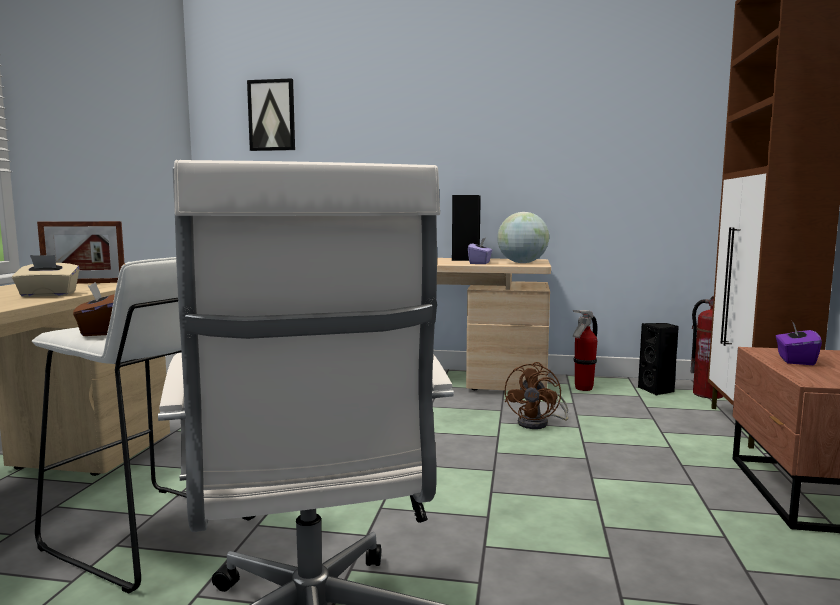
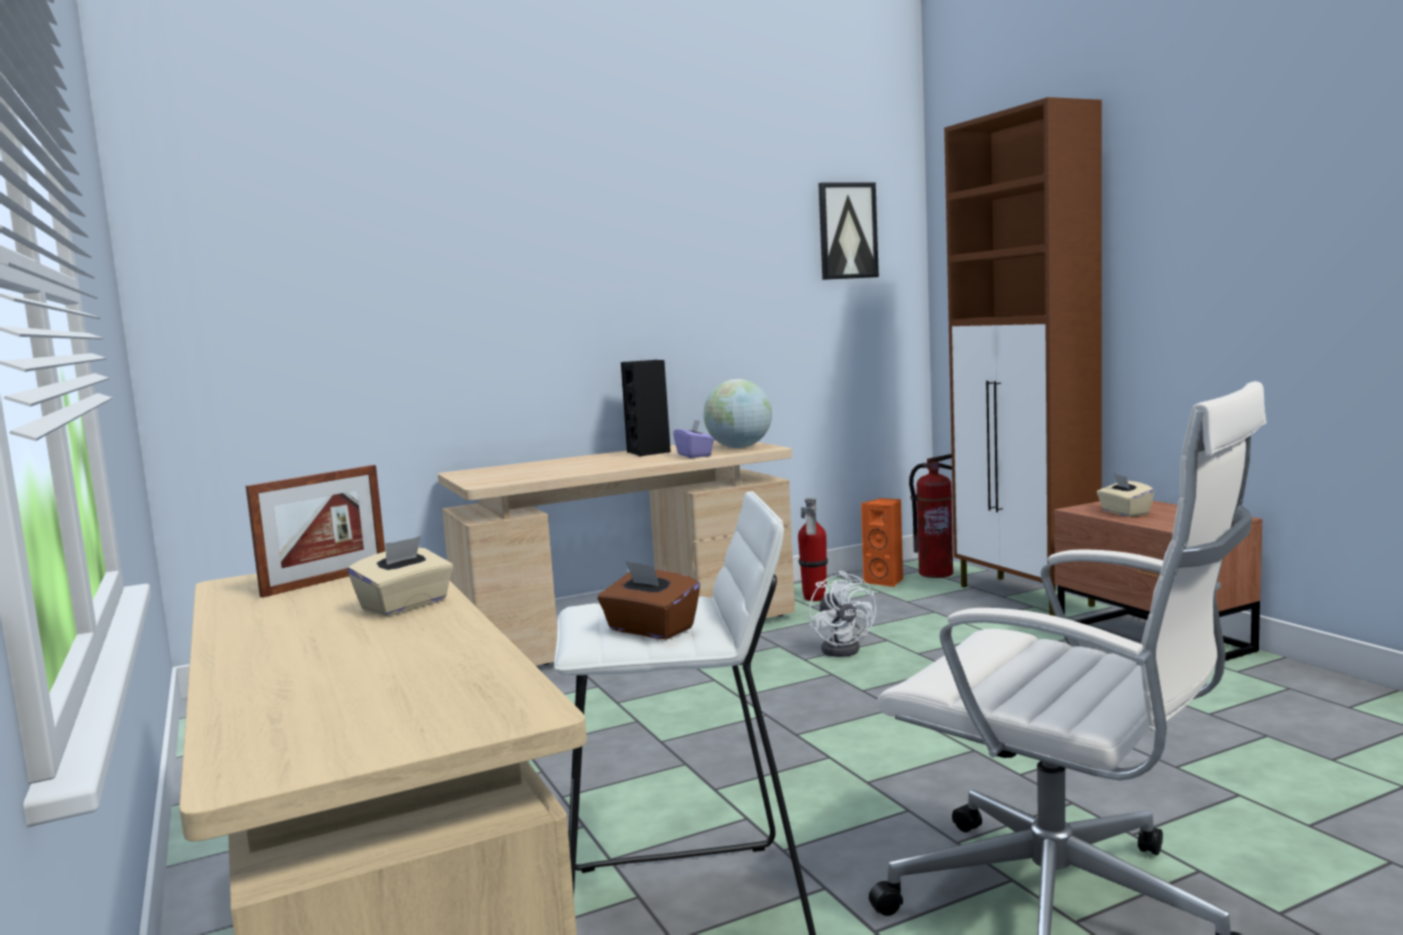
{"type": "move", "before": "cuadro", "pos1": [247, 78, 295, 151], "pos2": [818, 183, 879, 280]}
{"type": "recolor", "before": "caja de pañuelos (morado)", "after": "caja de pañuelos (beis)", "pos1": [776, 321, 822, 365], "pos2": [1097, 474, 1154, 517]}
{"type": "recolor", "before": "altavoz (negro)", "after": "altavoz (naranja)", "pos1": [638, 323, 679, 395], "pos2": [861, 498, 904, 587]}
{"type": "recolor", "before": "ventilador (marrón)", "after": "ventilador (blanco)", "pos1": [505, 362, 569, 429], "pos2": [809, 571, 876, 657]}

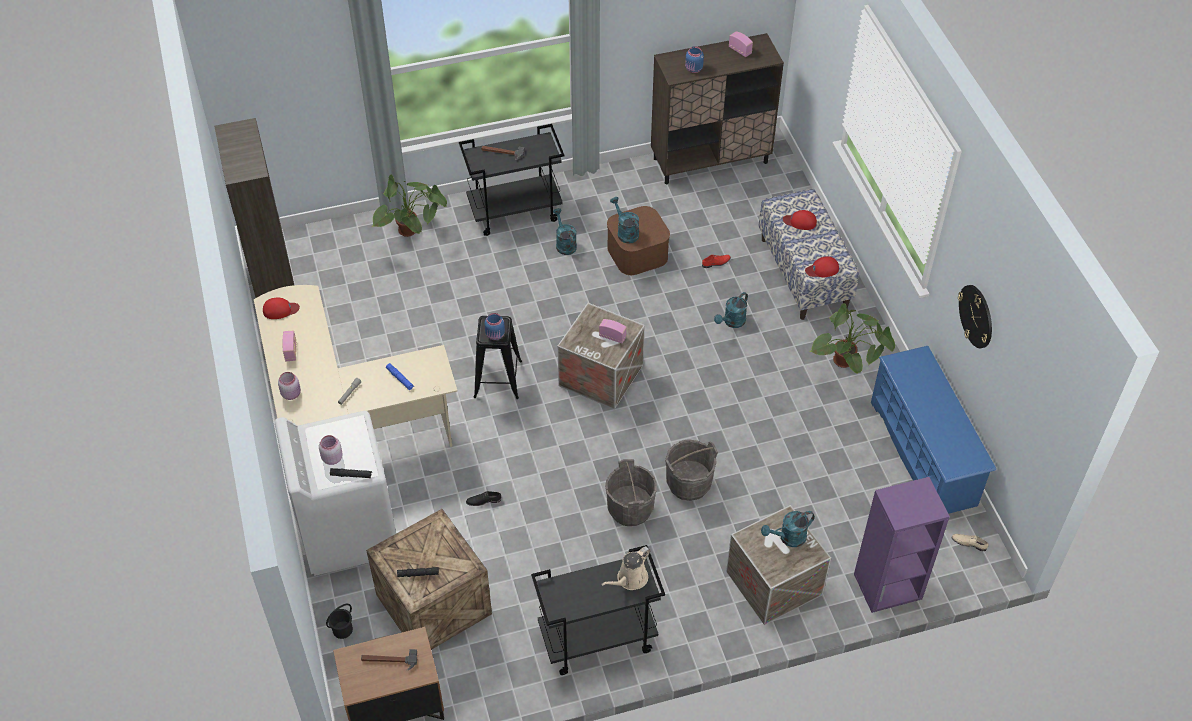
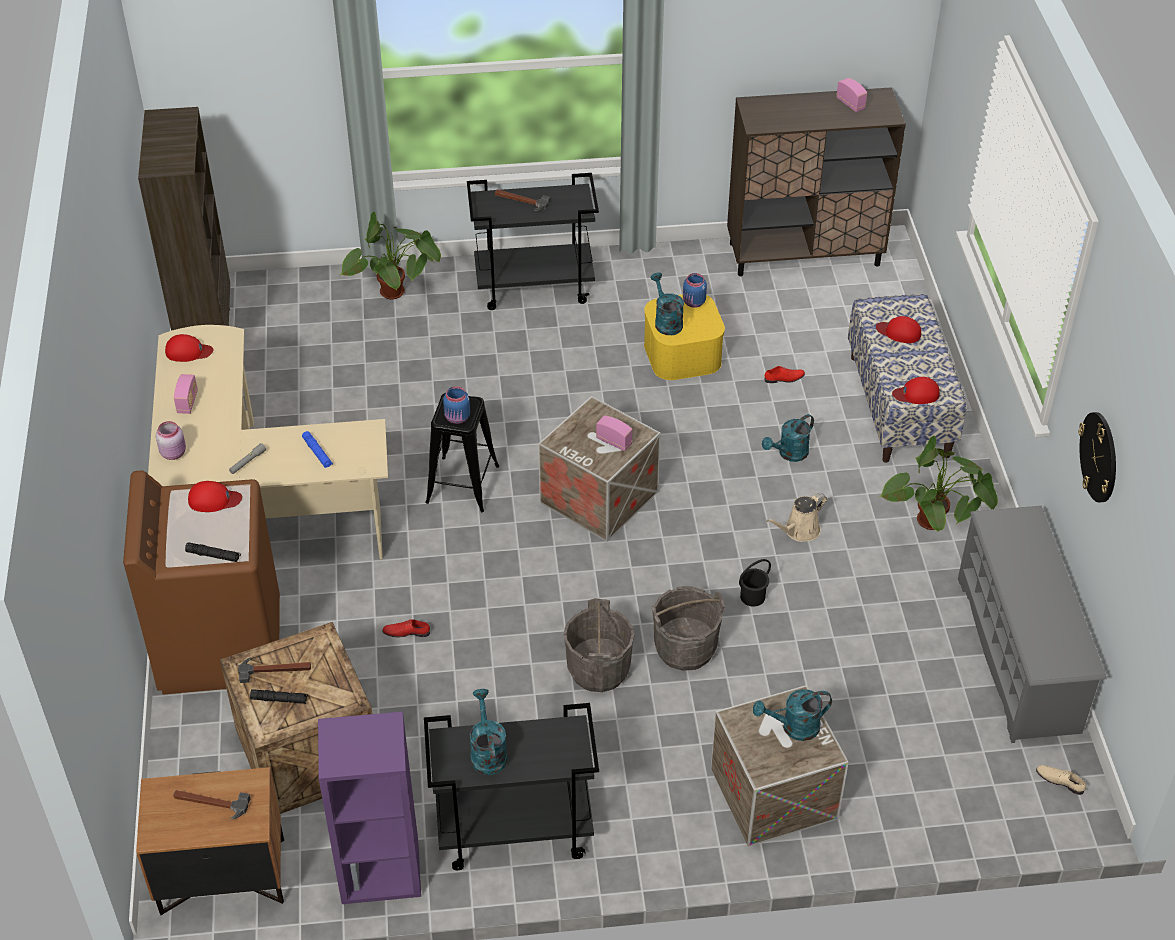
{"type": "move", "before": "tarro (azul)", "pos1": [685, 46, 704, 73], "pos2": [683, 273, 707, 308]}
{"type": "recolor", "before": "caja de almacenaje (marrón)", "after": "caja de almacenaje (amarillo)", "pos1": [607, 206, 670, 275], "pos2": [644, 294, 725, 380]}
{"type": "move", "before": "regadera (turquesa)", "pos1": [553, 208, 577, 255], "pos2": [470, 689, 507, 775]}
{"type": "recolor", "before": "zapatero (azul)", "after": "zapatero (gris)", "pos1": [871, 346, 996, 514], "pos2": [958, 506, 1107, 743]}
{"type": "recolor", "before": "lavadora (blanco)", "after": "lavadora (marrón)", "pos1": [275, 411, 396, 576], "pos2": [123, 470, 280, 695]}
{"type": "delete", "before": "tarro (rosa)", "pos1": [319, 435, 343, 465]}
{"type": "move", "before": "estantería (morado)", "pos1": [854, 477, 950, 613], "pos2": [318, 712, 421, 904]}
{"type": "recolor", "before": "zapato (negro)", "after": "zapato (rojo)", "pos1": [466, 491, 501, 506], "pos2": [382, 619, 430, 638]}
{"type": "move", "before": "regadera (beis)", "pos1": [602, 546, 651, 590], "pos2": [766, 493, 827, 542]}
{"type": "move", "before": "cubo (negro)", "pos1": [326, 604, 353, 639], "pos2": [739, 559, 771, 607]}
{"type": "insert", "after": "gorra (rojo)", "pos2": [188, 481, 242, 512]}
{"type": "insert", "after": "martillo", "pos2": [238, 657, 311, 683]}

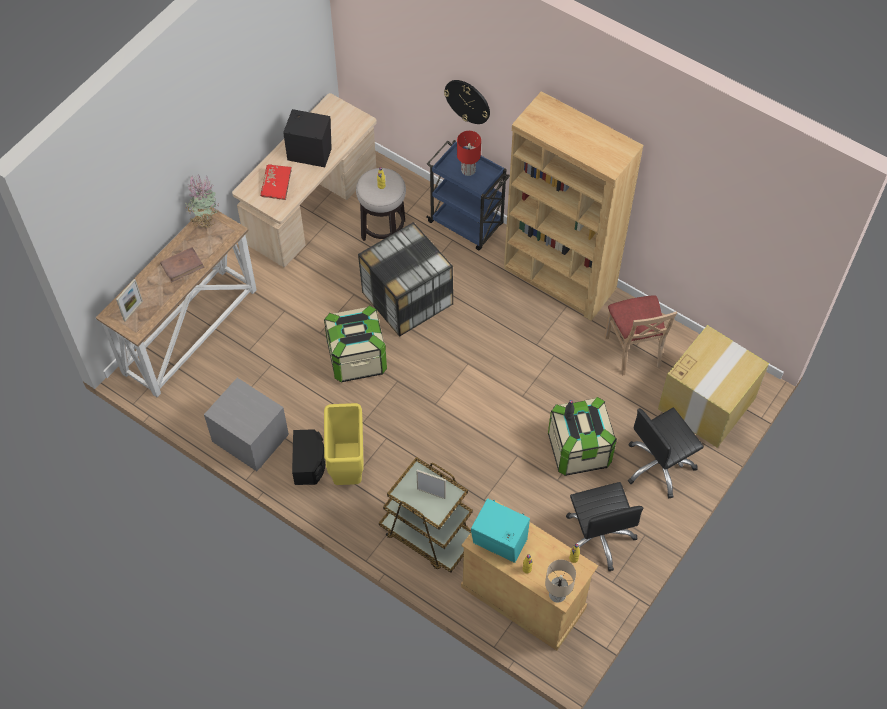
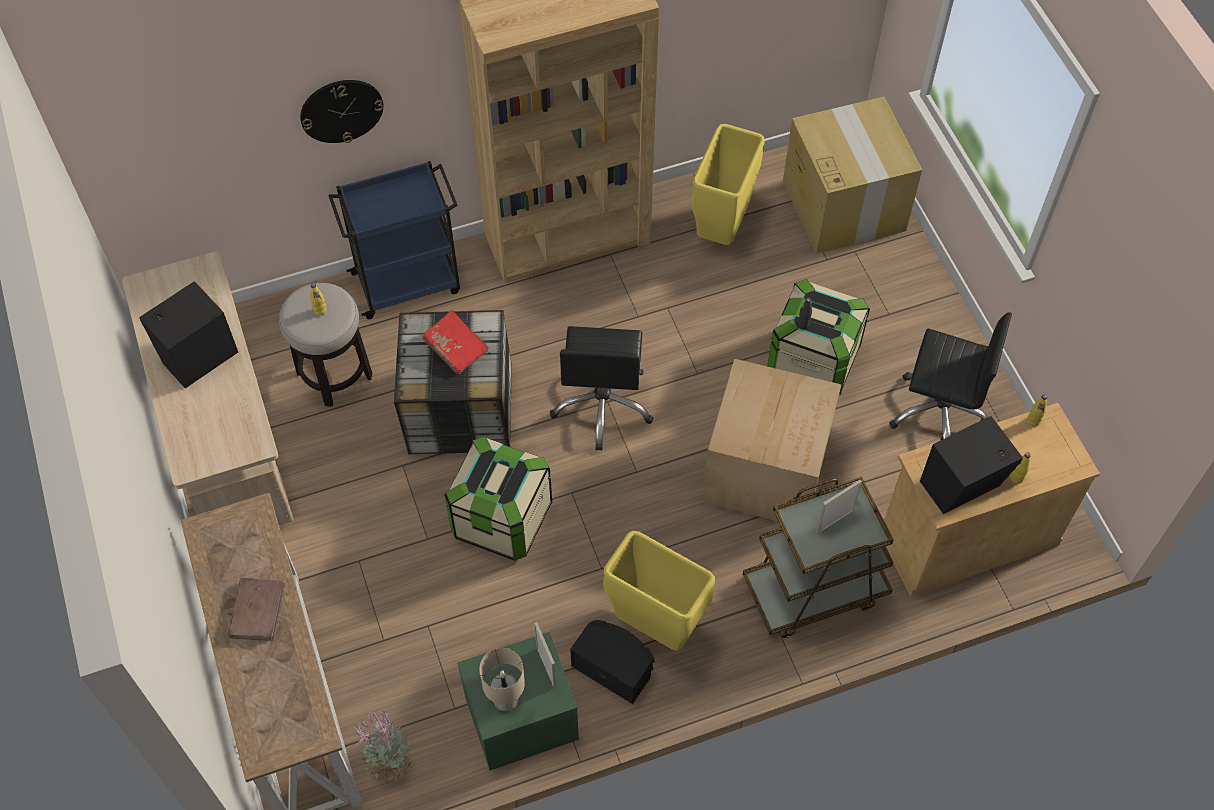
{"type": "delete", "before": "lámpara de mesa (rojo)", "pos1": [457, 131, 481, 176]}
{"type": "move", "before": "libro (rojo)", "pos1": [260, 164, 292, 200], "pos2": [422, 310, 489, 374]}
{"type": "move", "before": "planta en maceta", "pos1": [185, 174, 219, 228], "pos2": [354, 710, 412, 783]}
{"type": "move", "before": "portarretratos", "pos1": [116, 279, 143, 321], "pos2": [534, 622, 557, 688]}
{"type": "replace", "before": "silla (beis)", "after": "papelera (amarillo)", "pos1": [604, 295, 677, 376], "pos2": [692, 124, 765, 245]}
{"type": "recolor", "before": "mesita de noche (gris)", "after": "mesita de noche (verde)", "pos1": [204, 378, 289, 471], "pos2": [457, 632, 579, 770]}
{"type": "move", "before": "silla de oficina (negro)", "pos1": [628, 408, 704, 499], "pos2": [550, 326, 654, 450]}
{"type": "recolor", "before": "altavoz (turquesa)", "after": "altavoz (negro)", "pos1": [471, 498, 530, 563], "pos2": [920, 416, 1023, 514]}
{"type": "move", "before": "lámpara de mesa (beis)", "pos1": [545, 559, 576, 603], "pos2": [479, 648, 525, 711]}
{"type": "insert", "after": "caja de cartón", "pos2": [702, 359, 842, 521]}

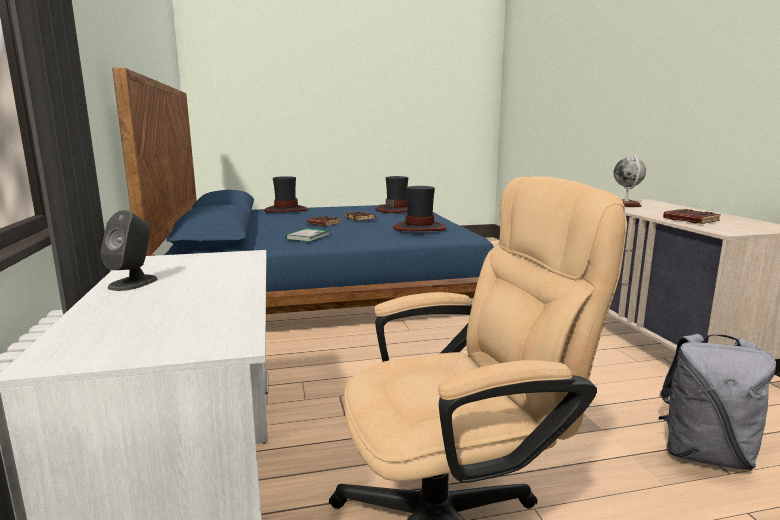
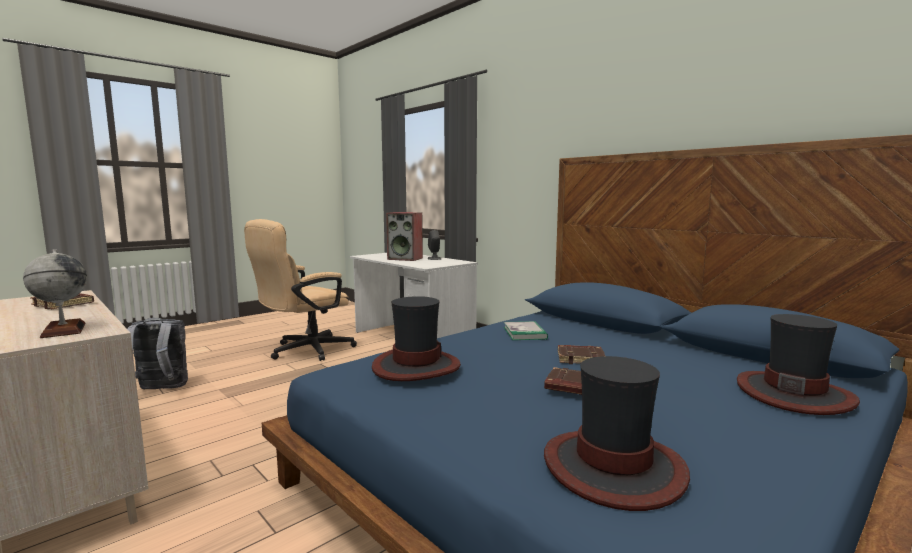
{"type": "insert", "after": "altavoz", "pos2": [386, 212, 423, 261]}

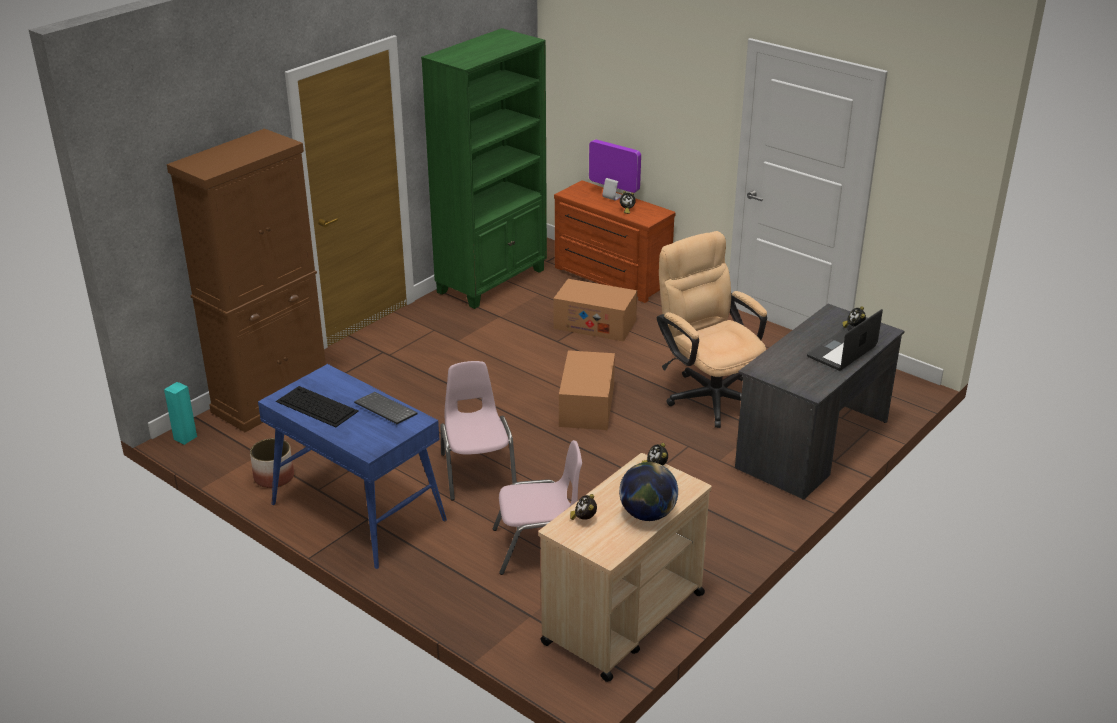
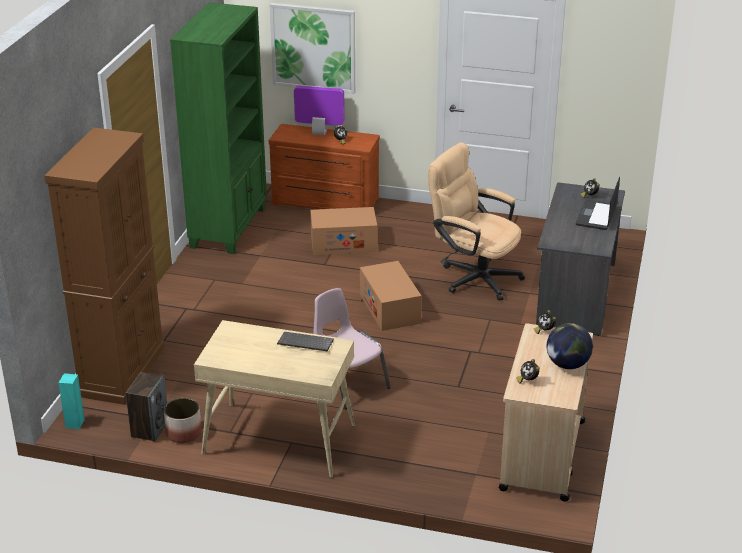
{"type": "recolor", "before": "escritorio (azul)", "after": "escritorio (beis)", "pos1": [258, 364, 447, 569], "pos2": [194, 320, 355, 477]}
{"type": "delete", "before": "teclado", "pos1": [276, 386, 359, 427]}
{"type": "delete", "before": "silla (rosa)", "pos1": [493, 440, 582, 575]}
{"type": "insert", "after": "cuadro", "pos2": [269, 3, 355, 94]}
{"type": "insert", "after": "altavoz", "pos2": [126, 372, 167, 442]}

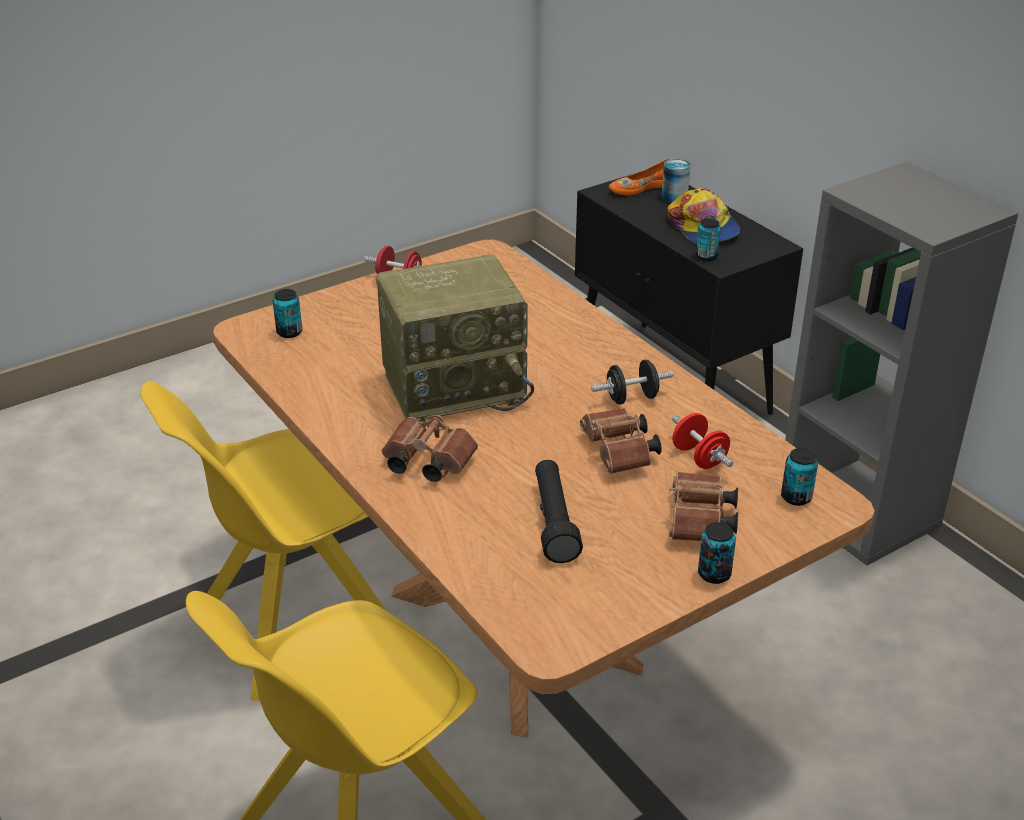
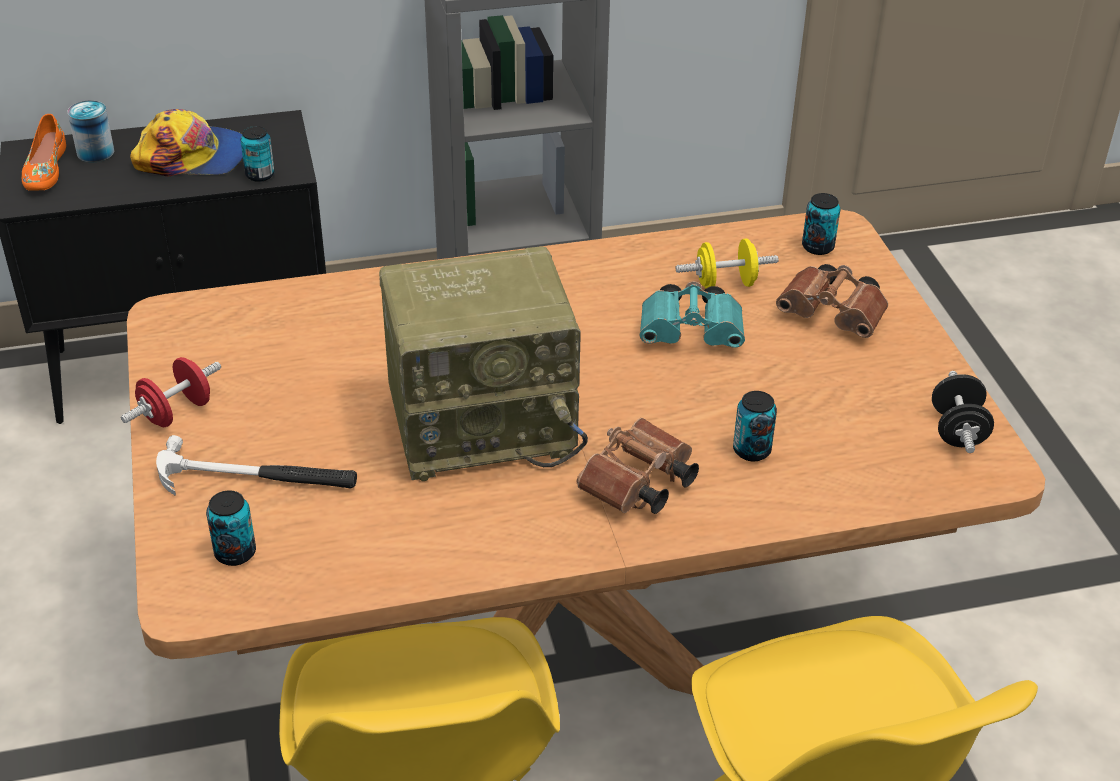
{"type": "rotate", "before": "radio", "pos1": [376, 254, 534, 422], "pos2": [379, 246, 588, 481], "turn": 75}
{"type": "move", "before": "mancuerna (negro)", "pos1": [591, 359, 673, 405], "pos2": [932, 371, 994, 453]}
{"type": "recolor", "before": "prismáticos (marrón)", "after": "prismáticos (turquesa)", "pos1": [580, 408, 662, 474], "pos2": [639, 281, 745, 348]}
{"type": "recolor", "before": "mancuerna (rojo)", "after": "mancuerna (amarillo)", "pos1": [672, 413, 733, 469], "pos2": [675, 238, 779, 289]}
{"type": "delete", "before": "linterna (negro)", "pos1": [535, 459, 583, 563]}
{"type": "move", "before": "lata", "pos1": [698, 522, 736, 584], "pos2": [733, 391, 777, 461]}
{"type": "insert", "after": "martillo", "pos2": [156, 435, 357, 496]}

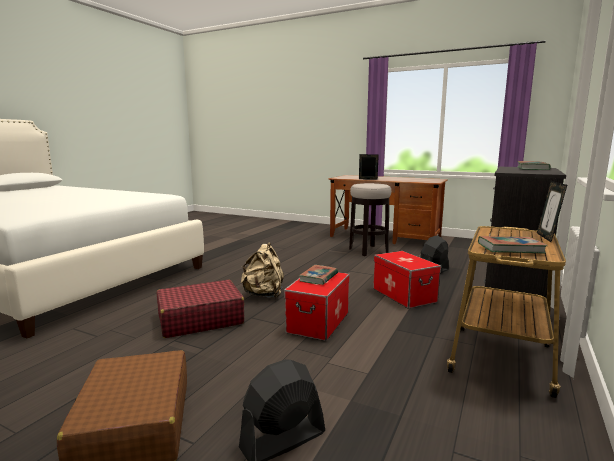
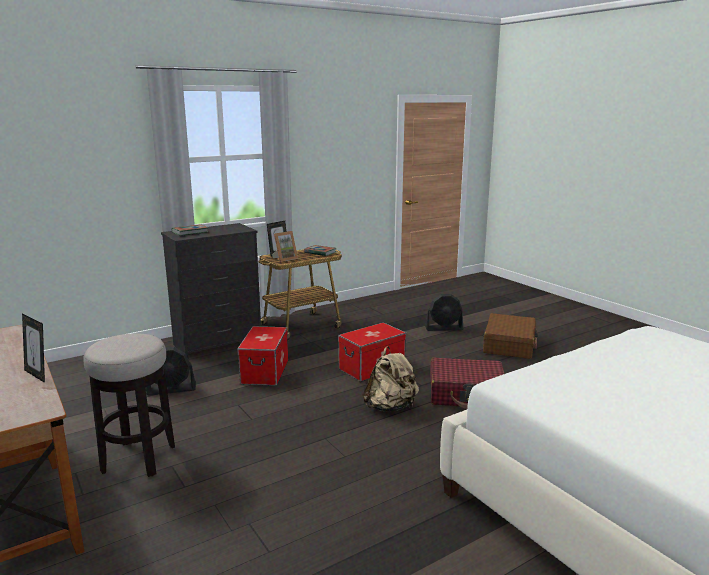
{"type": "delete", "before": "libro", "pos1": [299, 265, 338, 285]}
{"type": "insert", "after": "portarretratos", "pos2": [272, 231, 298, 262]}

